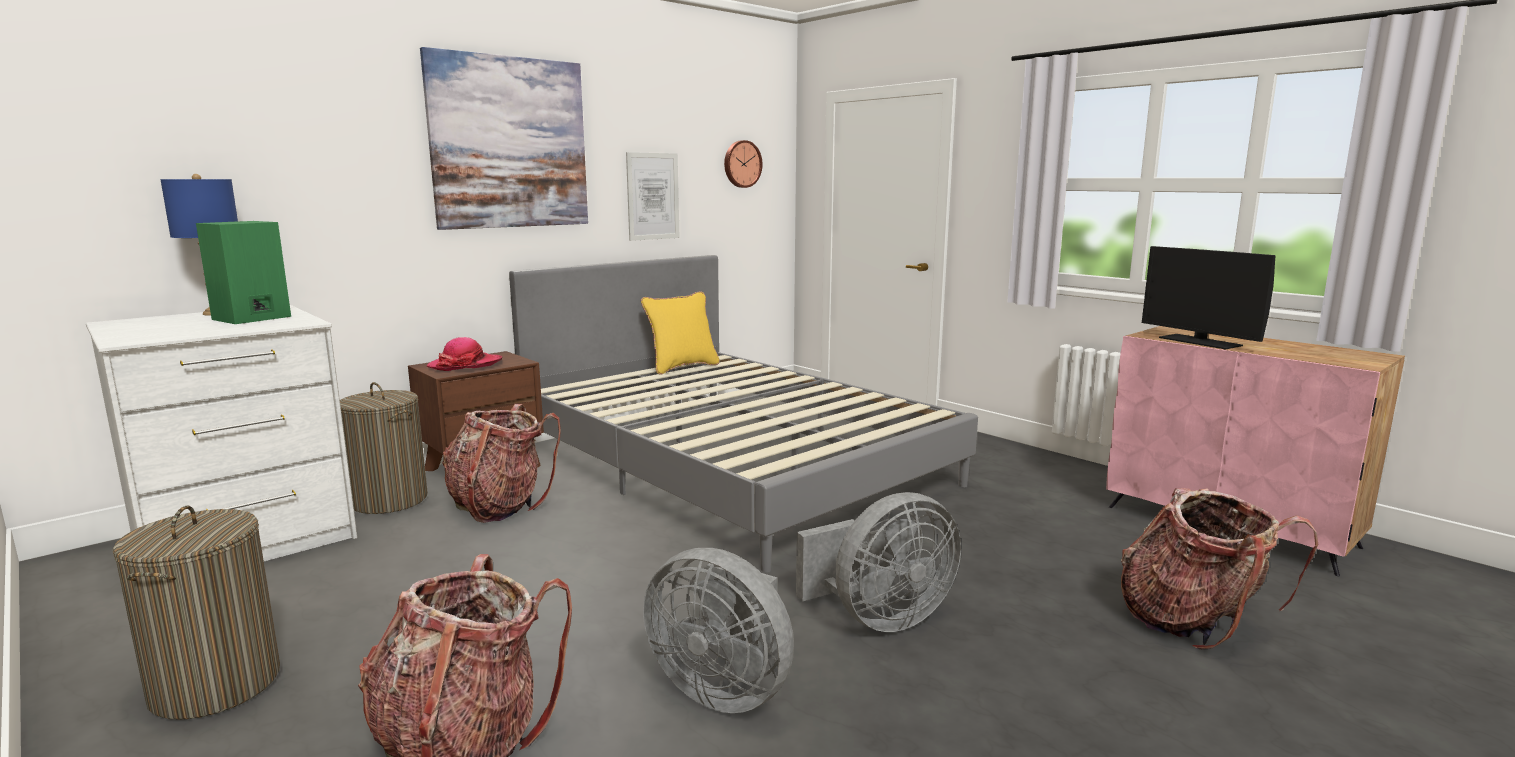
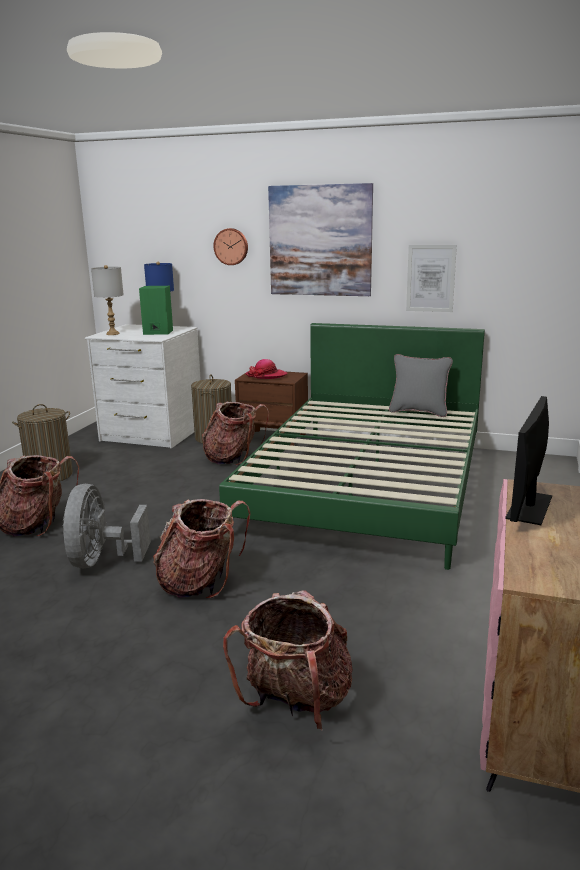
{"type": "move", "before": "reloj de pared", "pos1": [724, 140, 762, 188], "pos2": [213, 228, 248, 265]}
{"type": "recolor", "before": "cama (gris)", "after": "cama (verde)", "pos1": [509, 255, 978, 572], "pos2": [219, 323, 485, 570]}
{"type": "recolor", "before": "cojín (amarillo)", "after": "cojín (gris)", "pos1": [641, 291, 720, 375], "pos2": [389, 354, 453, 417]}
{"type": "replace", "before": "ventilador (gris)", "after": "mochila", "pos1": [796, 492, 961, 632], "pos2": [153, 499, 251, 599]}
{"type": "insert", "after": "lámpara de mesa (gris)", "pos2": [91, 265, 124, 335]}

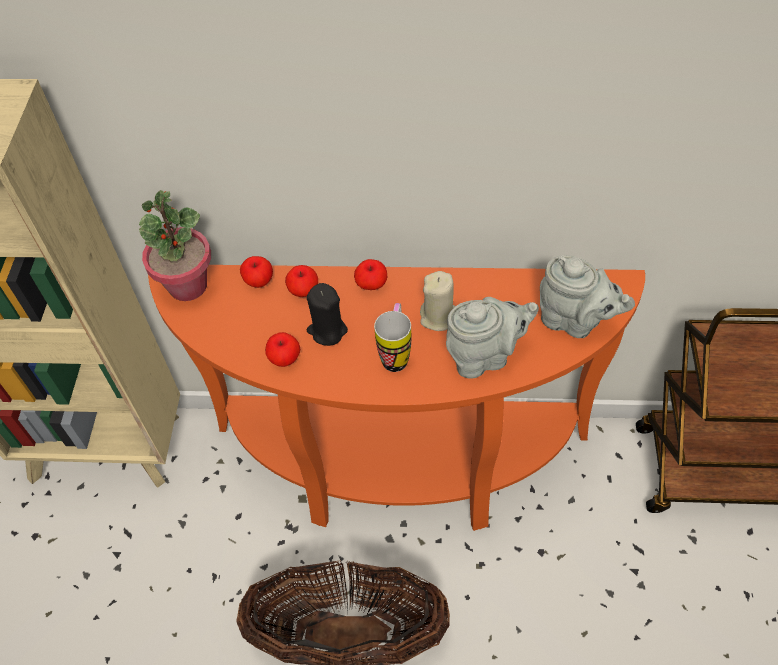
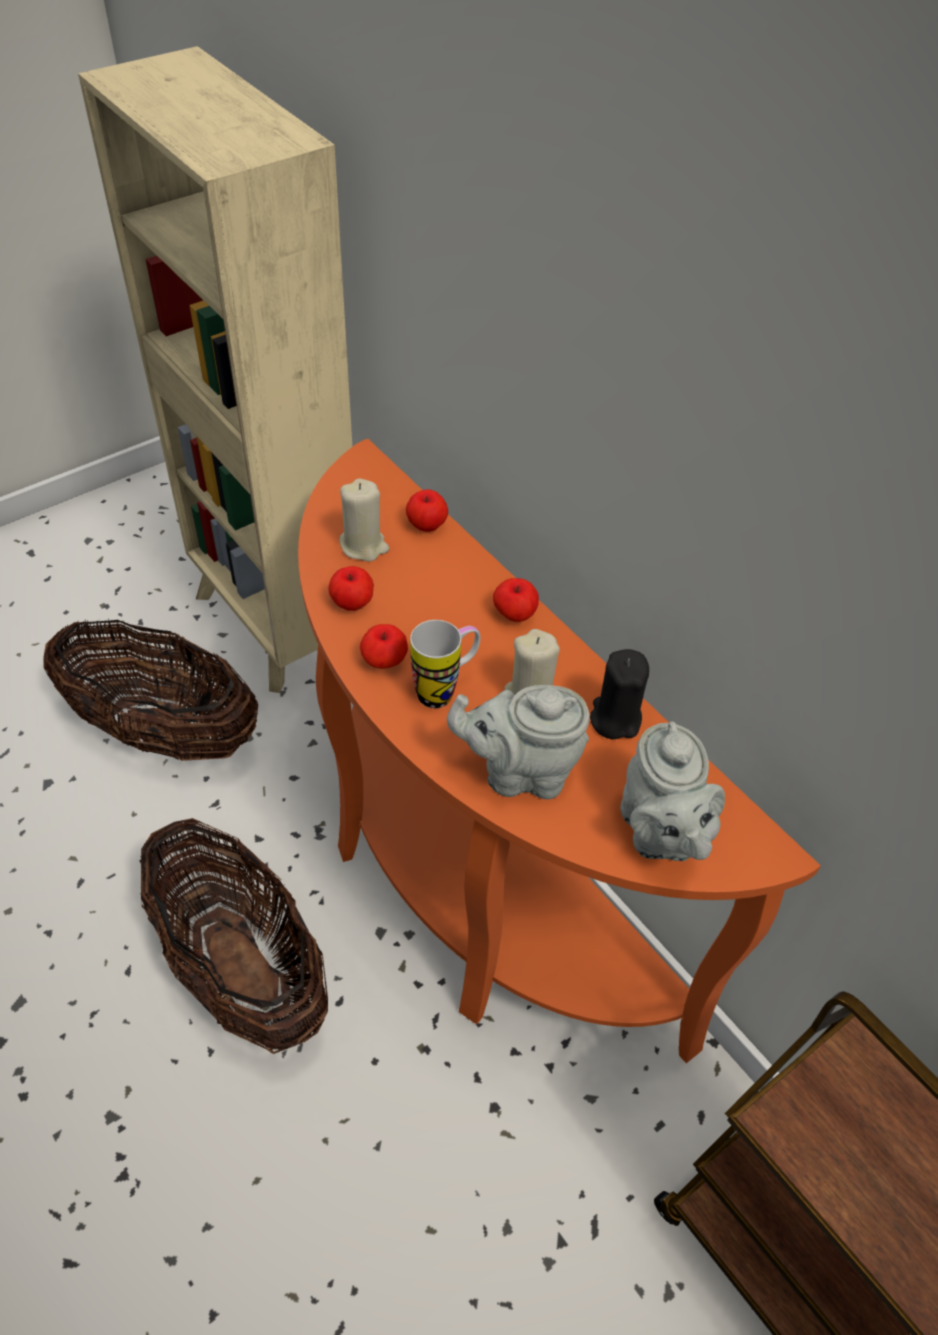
{"type": "delete", "before": "planta en maceta", "pos1": [139, 190, 211, 301]}
{"type": "move", "before": "manzana", "pos1": [285, 265, 318, 297], "pos2": [360, 624, 408, 668]}
{"type": "move", "before": "vela (negro)", "pos1": [307, 283, 348, 346], "pos2": [590, 649, 649, 739]}
{"type": "rotate", "before": "tetera (gris)", "pos1": [446, 297, 539, 378], "pos2": [447, 685, 590, 799], "turn": 150}
{"type": "insert", "after": "vela (beis)", "pos2": [339, 478, 389, 562]}
{"type": "insert", "after": "cesta", "pos2": [43, 618, 258, 761]}

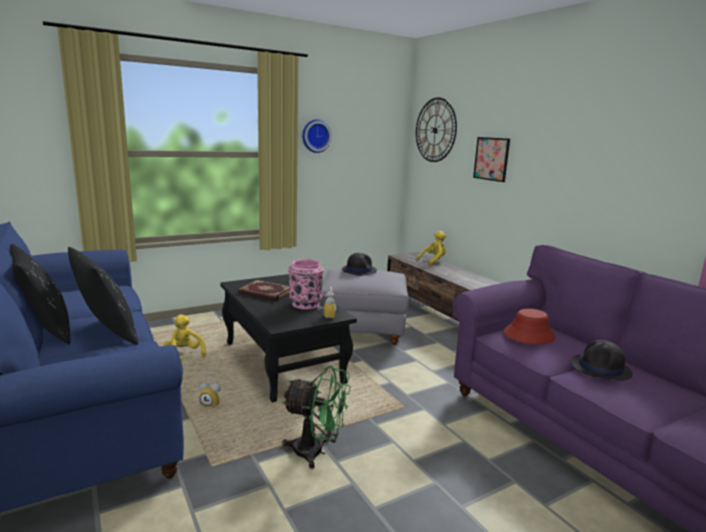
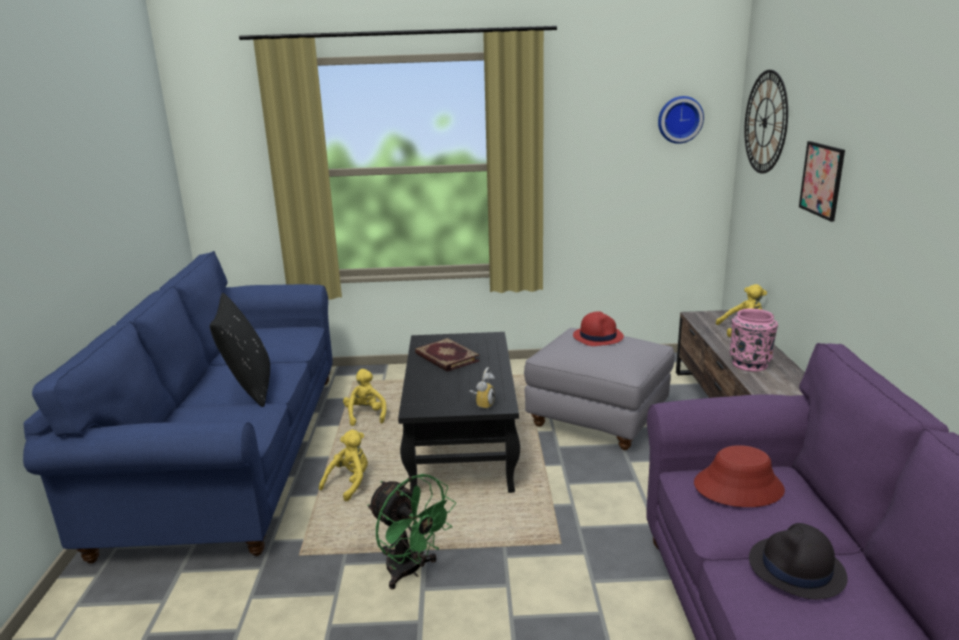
{"type": "move", "before": "reloj de pared", "pos1": [302, 119, 332, 153], "pos2": [658, 96, 704, 144]}
{"type": "delete", "before": "cojín (negro)", "pos1": [10, 244, 70, 344]}
{"type": "recolor", "before": "sombrero (negro)", "after": "sombrero (rojo)", "pos1": [342, 253, 377, 276], "pos2": [573, 311, 624, 346]}
{"type": "move", "before": "florero (rosa)", "pos1": [289, 259, 324, 309], "pos2": [730, 308, 778, 371]}
{"type": "replace", "before": "despertador", "after": "peluche (amarillo)", "pos1": [199, 377, 220, 408], "pos2": [319, 430, 368, 501]}

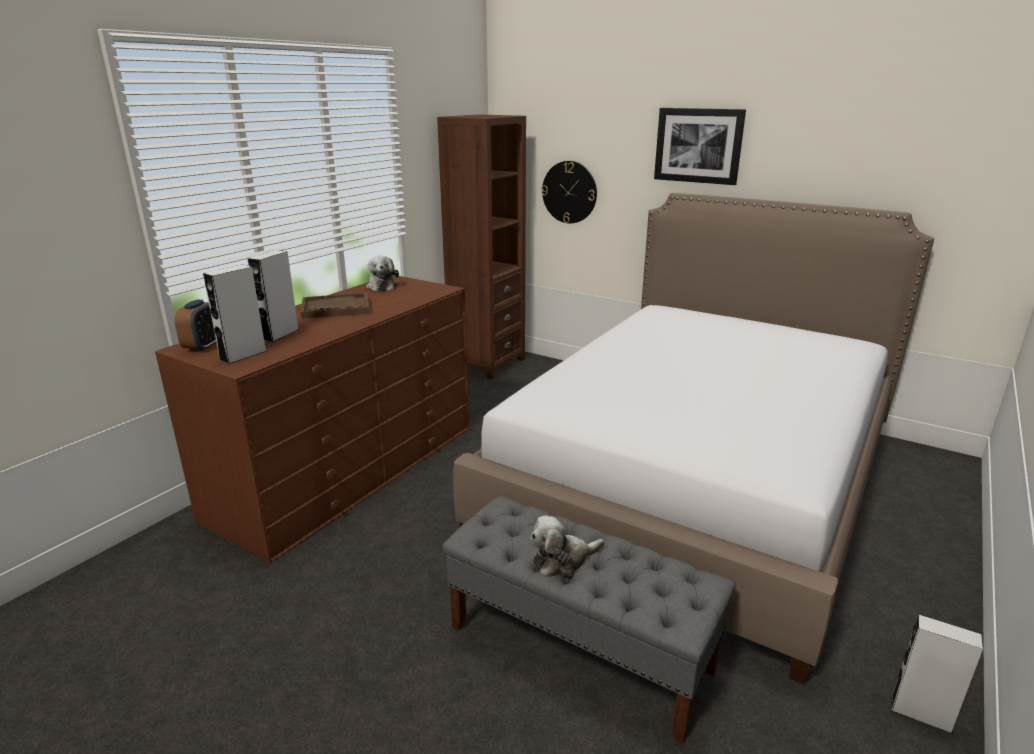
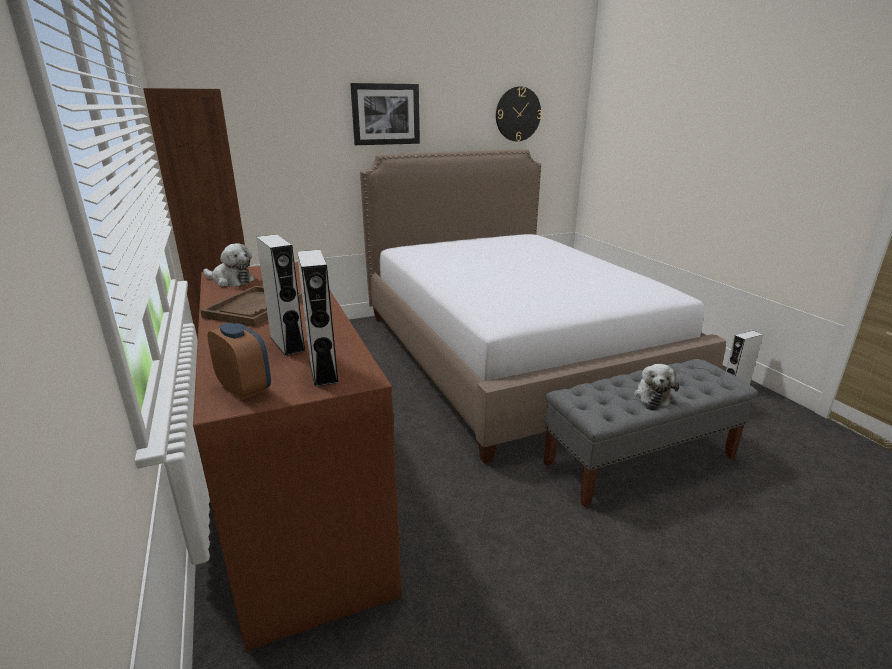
{"type": "move", "before": "reloj de pared", "pos1": [542, 161, 597, 224], "pos2": [496, 86, 542, 141]}

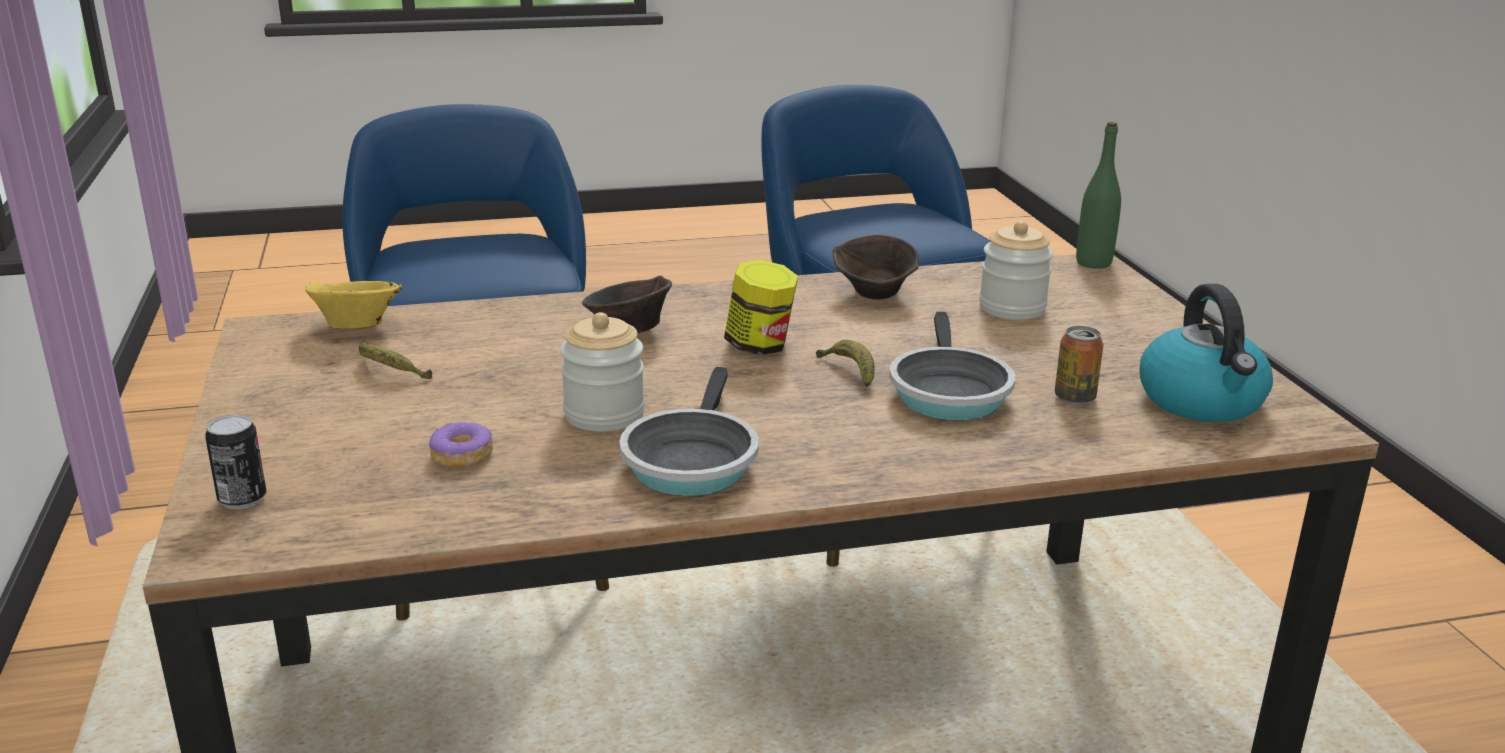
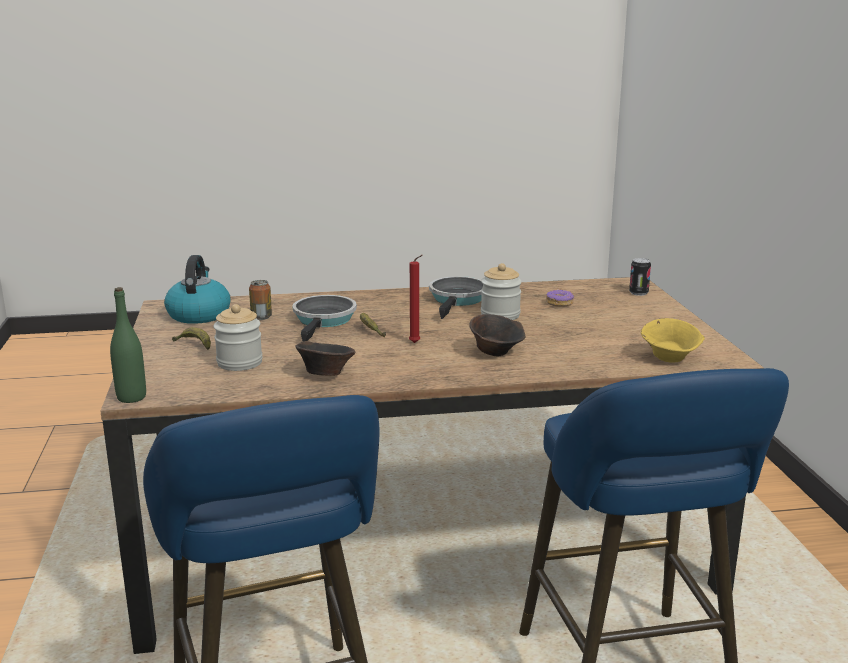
{"type": "replace", "before": "tarro", "after": "vela (rojo)", "pos1": [724, 260, 798, 355], "pos2": [409, 255, 423, 343]}
{"type": "move", "before": "plátano", "pos1": [359, 343, 432, 379], "pos2": [172, 327, 211, 350]}

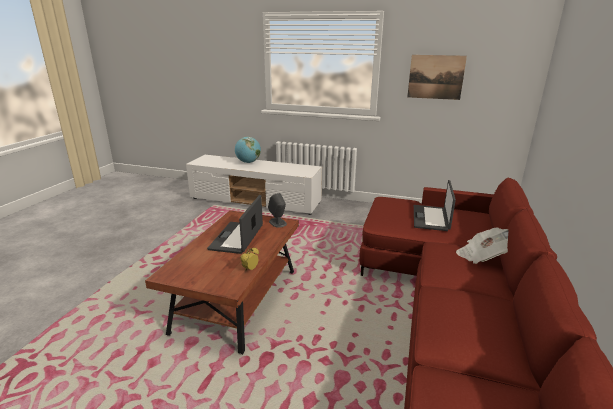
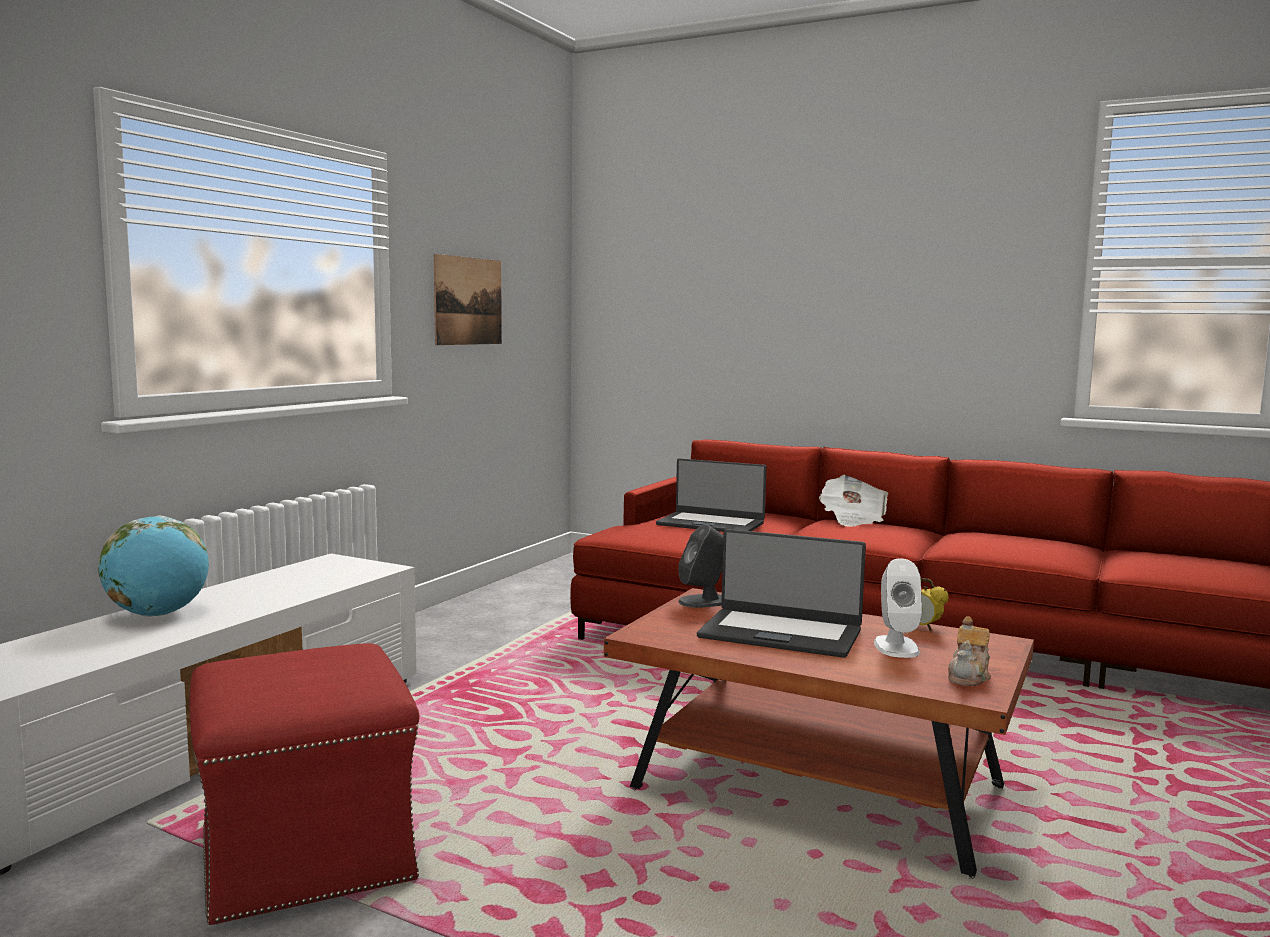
{"type": "insert", "after": "altavoz (blanco)", "pos2": [874, 558, 922, 658]}
{"type": "insert", "after": "tetera", "pos2": [948, 616, 991, 686]}
{"type": "insert", "after": "puf (rojo)", "pos2": [190, 643, 419, 925]}

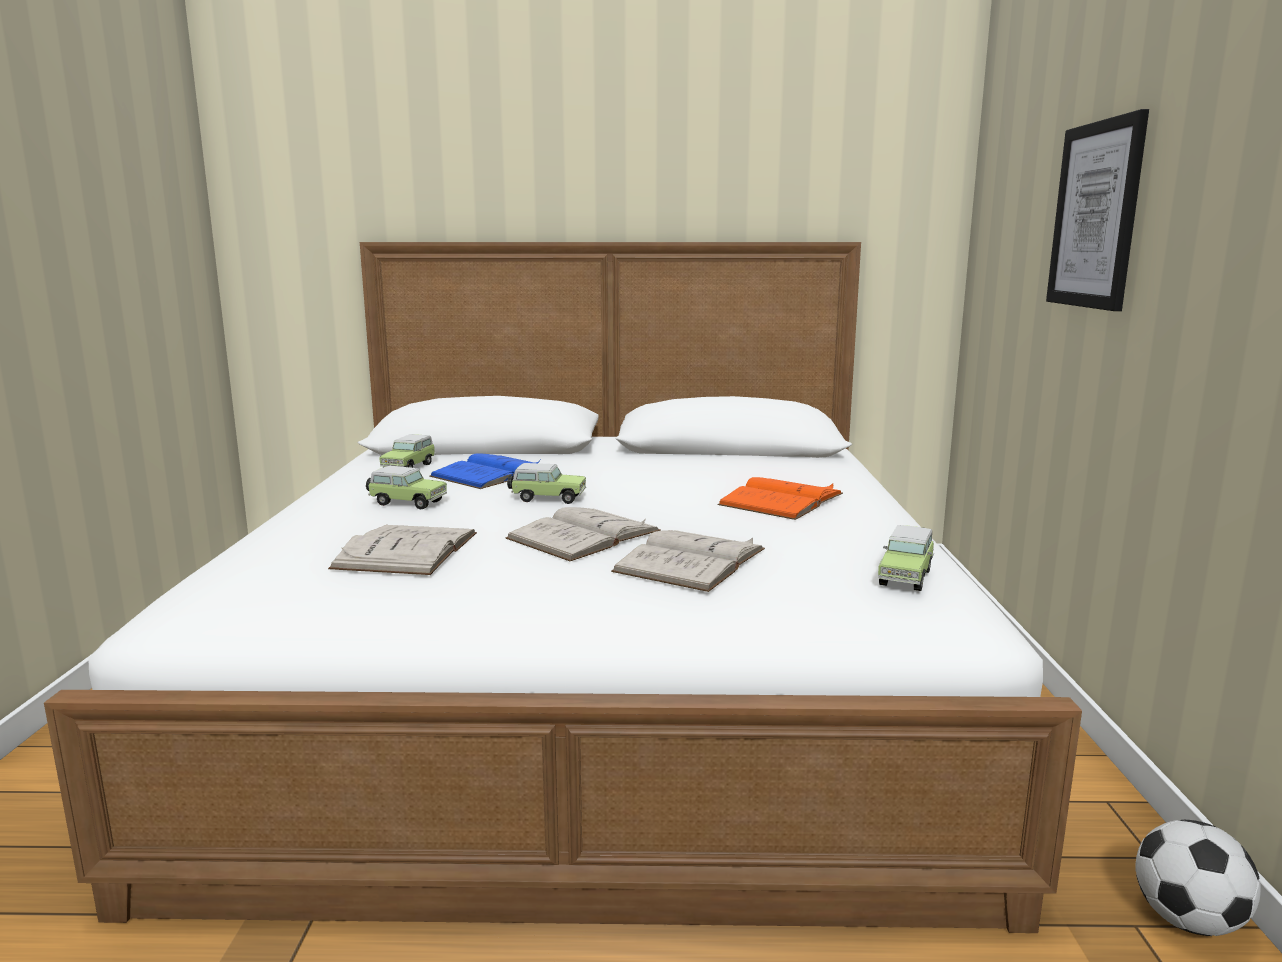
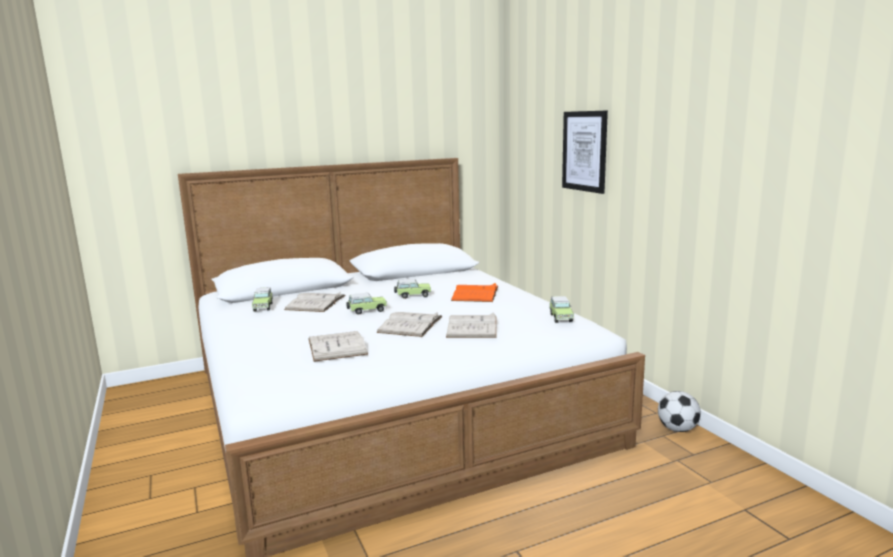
{"type": "recolor", "before": "libro (azul)", "after": "libro (blanco)", "pos1": [429, 453, 540, 489], "pos2": [284, 292, 346, 312]}
{"type": "move", "before": "coche de juguete", "pos1": [366, 466, 447, 510], "pos2": [394, 279, 431, 299]}

